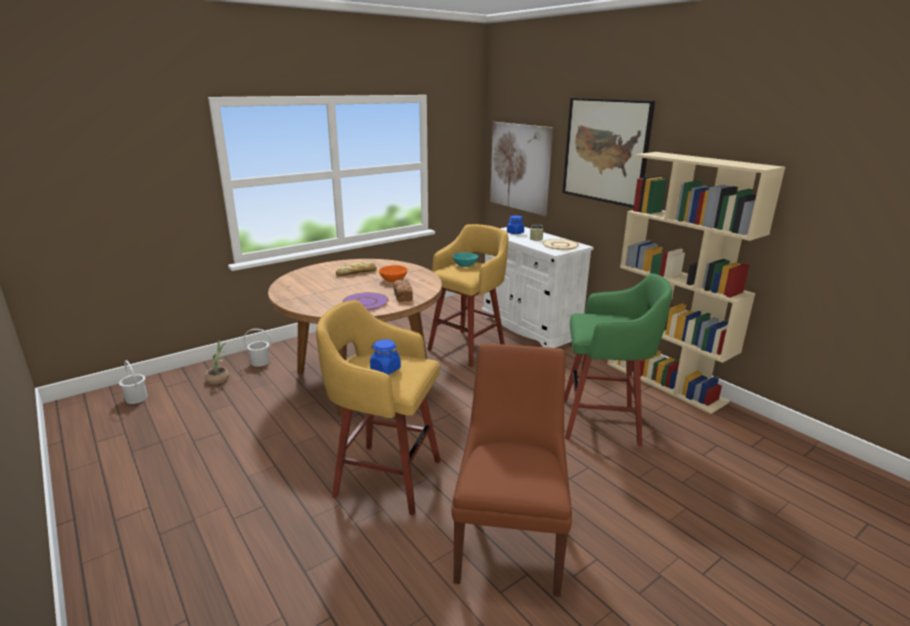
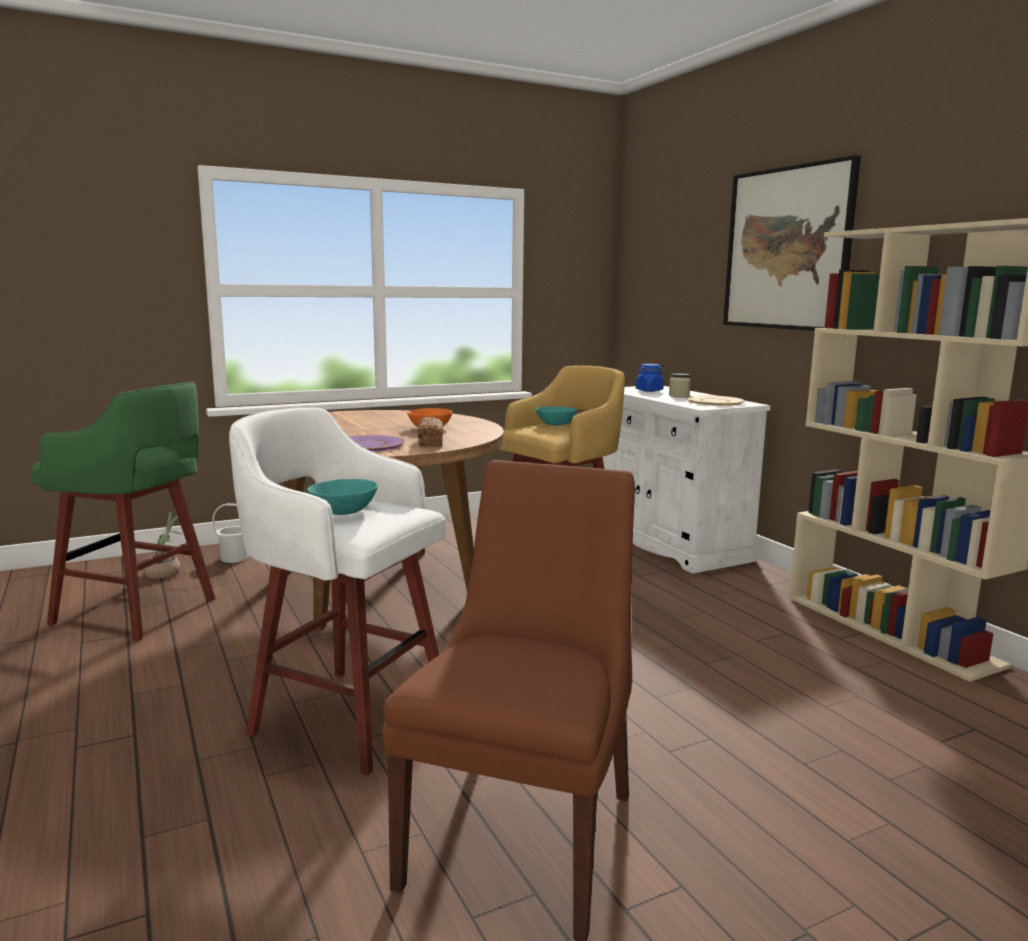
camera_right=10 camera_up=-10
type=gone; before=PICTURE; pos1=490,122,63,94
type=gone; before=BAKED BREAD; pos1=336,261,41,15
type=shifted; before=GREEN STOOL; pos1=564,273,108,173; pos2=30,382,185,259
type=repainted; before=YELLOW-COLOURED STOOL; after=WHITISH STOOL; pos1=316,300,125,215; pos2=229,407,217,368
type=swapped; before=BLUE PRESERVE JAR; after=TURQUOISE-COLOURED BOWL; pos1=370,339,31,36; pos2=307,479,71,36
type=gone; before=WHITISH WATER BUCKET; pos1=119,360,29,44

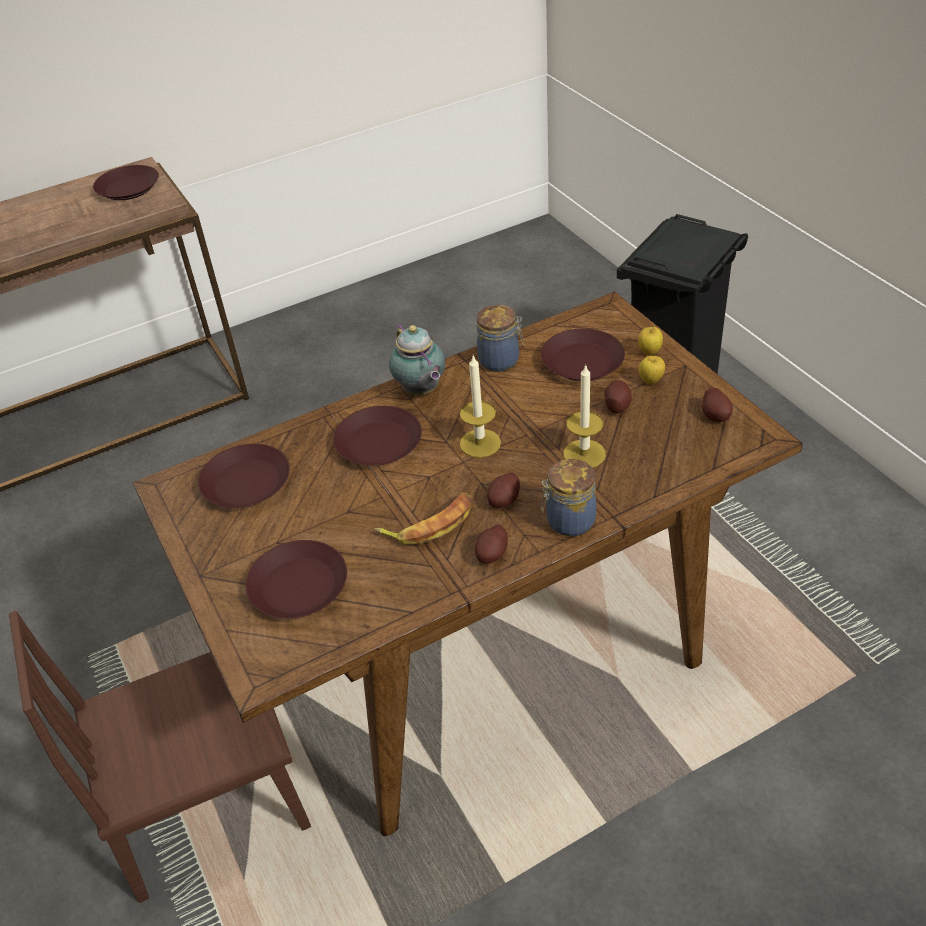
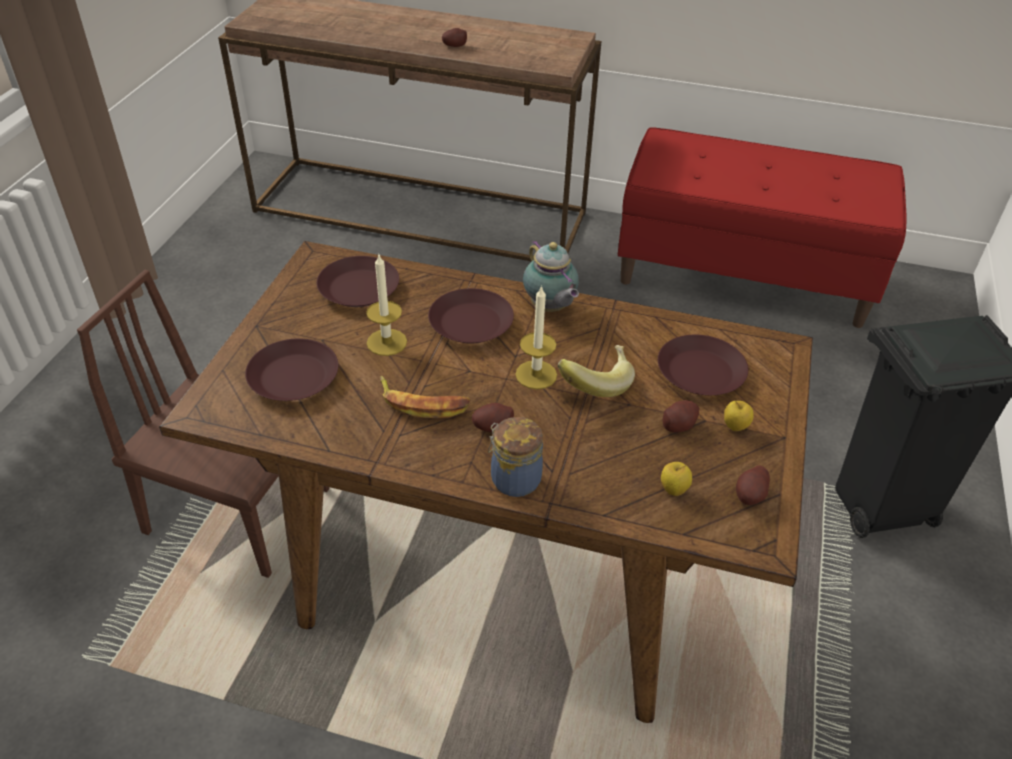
camera_right=40 camera_up=0
type=gone; before=BROWN PLATE; pos1=93,165,66,35
type=gone; before=PRESERVE JAR; pos1=477,305,47,67
type=rotated; before=TEAPOT; pos1=389,324,56,71; pos2=523,240,56,72; turn=-45
type=shifted; before=APPLE; pos1=638,325,25,31; pos2=661,462,31,34
type=shifted; before=WAX LIGHT; pos1=564,364,42,104; pos2=366,255,41,101
type=shifted; before=POTATO; pos1=475,525,33,39; pos2=442,28,25,19
type=new; after=REDDISH BENCH; pos2=618,127,289,201
type=new; after=BANANA; pos2=558,345,77,52

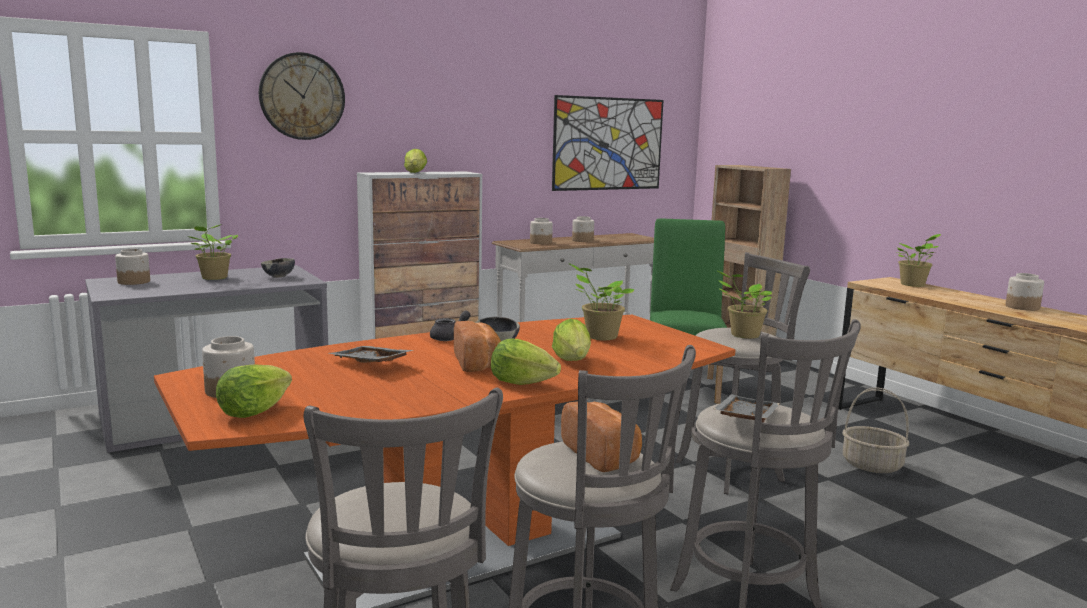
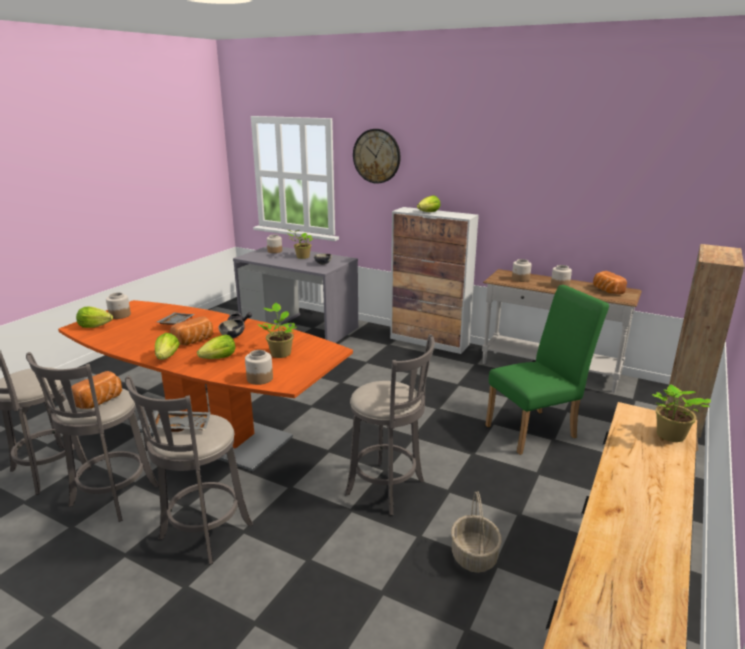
camera_right=60 camera_up=10
type=gone; before=PICTURE; pos1=552,95,111,96
type=gone; before=PLANT IN A POT; pos1=716,270,56,69
type=shifted; before=PRESERVE JAR; pos1=1005,273,39,38; pos2=245,350,28,35
type=new; after=BAKED BREAD; pos2=593,271,34,23

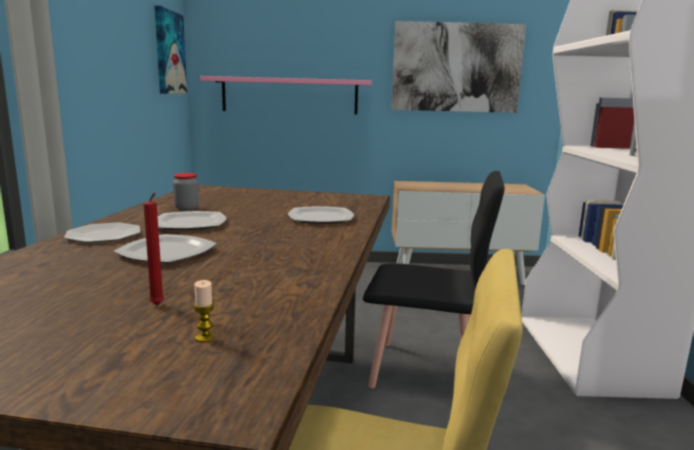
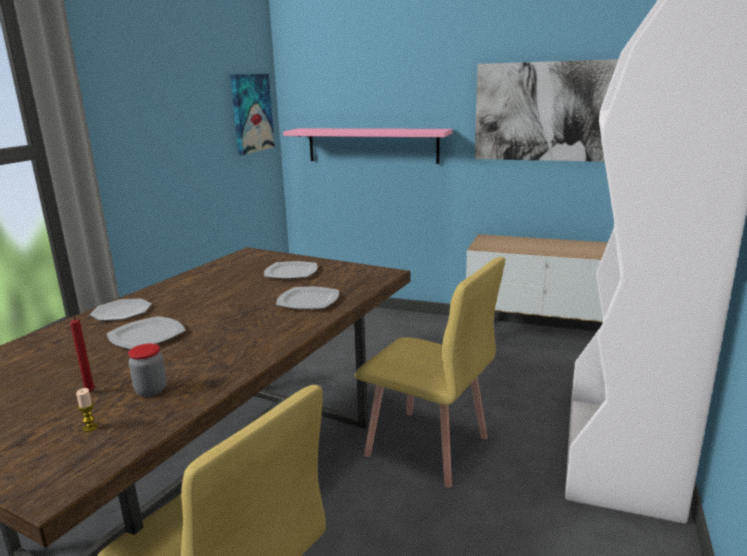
camera_right=20 camera_up=5
type=repainted; before=BLACK-COLOURED PLAIN CHAIR; after=YELLOW-COLOURED PLAIN CHAIR; pos1=363,171,142,217; pos2=354,257,151,231
type=shifted; before=PRESERVE JAR; pos1=173,173,26,37; pos2=128,344,39,53
type=shifted; before=PLATE; pos1=158,211,68,19; pos2=264,261,54,18

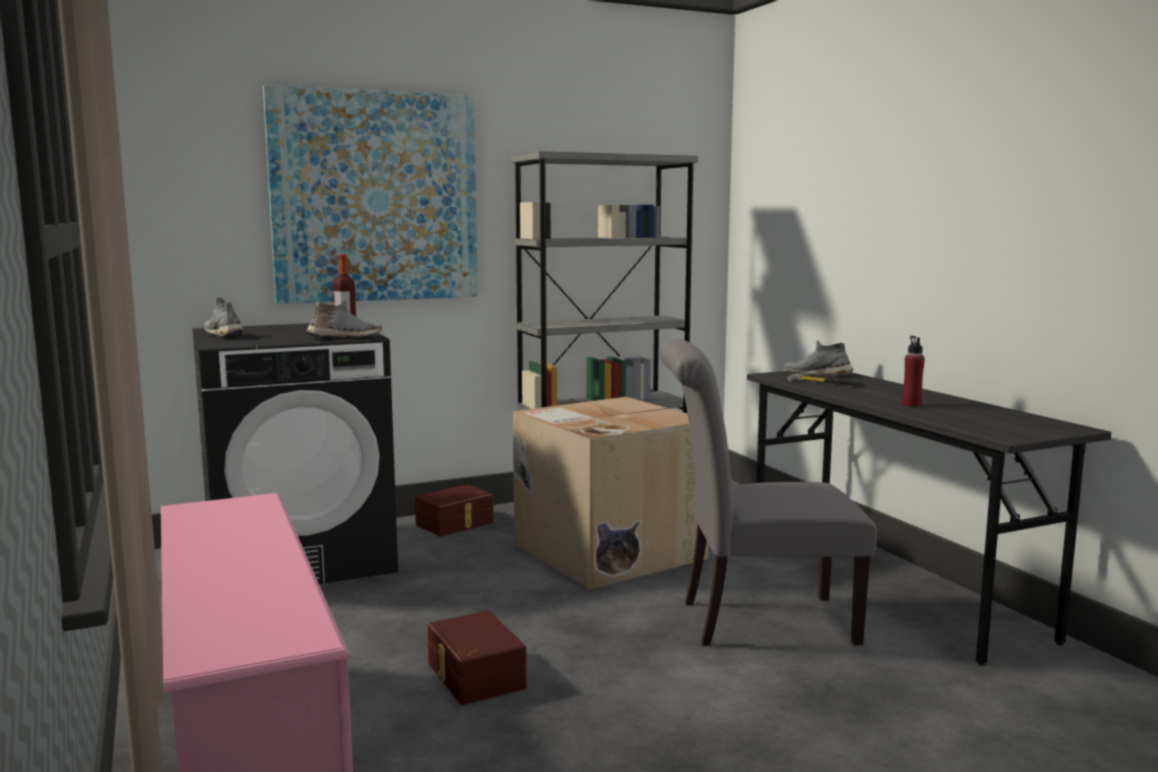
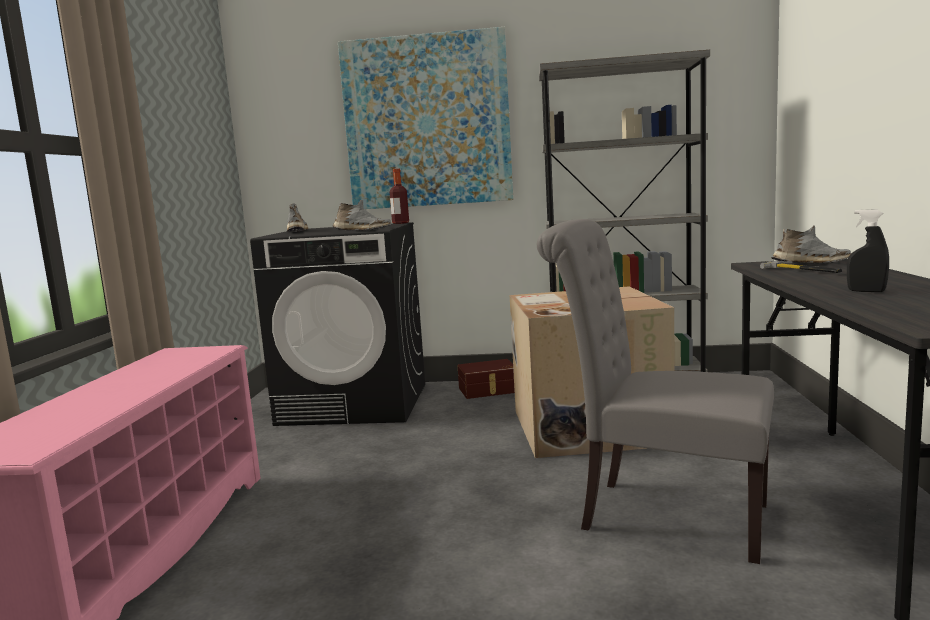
camera_right=30 camera_up=0
type=swapped; before=REDDISH BOTTLE; after=BLACK-COLOURED SPRAY BOTTLE; pos1=902,336,23,71; pos2=847,210,42,82
type=rotated; before=GREYISH SHOE; pos1=784,340,69,35; pos2=772,225,79,39; turn=150
type=gone; before=BROWN STORAGE CONTAINER; pos1=427,610,100,95

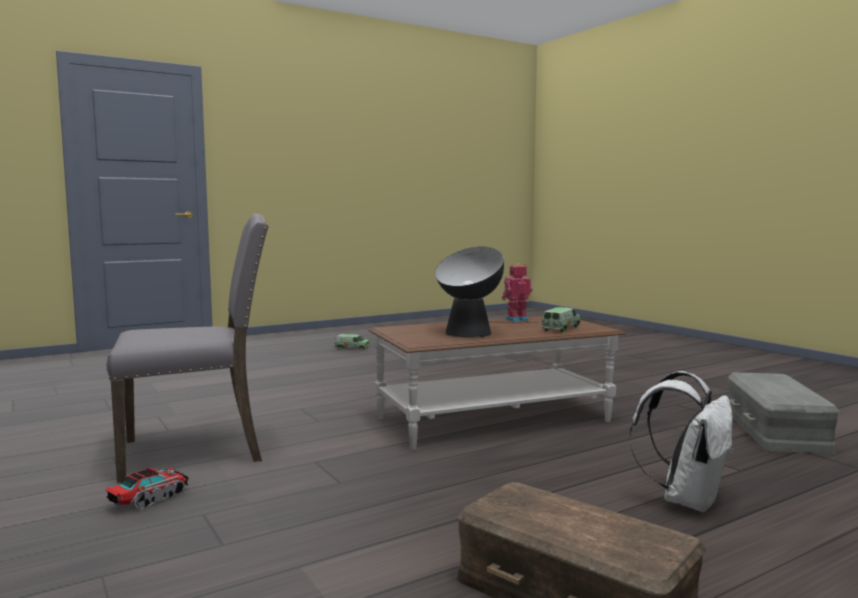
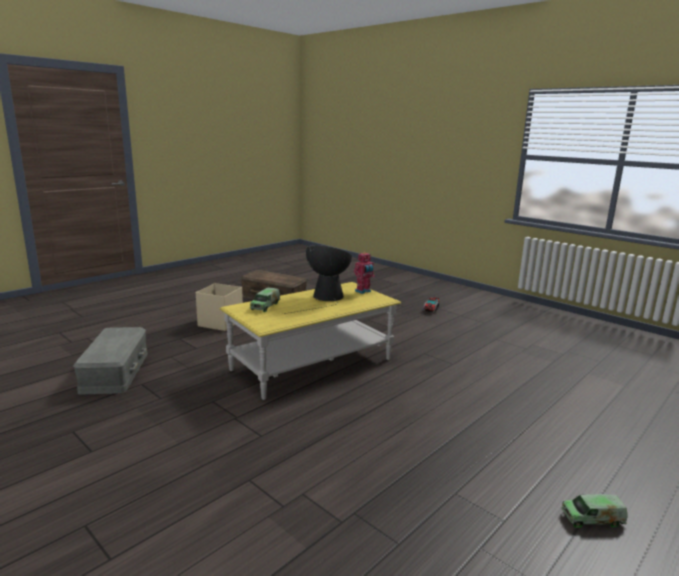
camera_right=165 camera_up=10
type=gone; before=GREYISH PLAIN CHAIR; pos1=107,213,162,270
type=shifted; before=MODEL ROBOT; pos1=502,263,30,59; pos2=354,252,21,42
type=repainted; before=BROWN LOW TABLE; after=YELLOW-COLOURED LOW TABLE; pos1=368,316,257,134; pos2=220,282,181,118
type=swapped; before=WHITISH KNAPSACK; after=SAND-COLOURED STORAGE CONTAINER; pos1=629,371,104,141; pos2=196,283,47,48

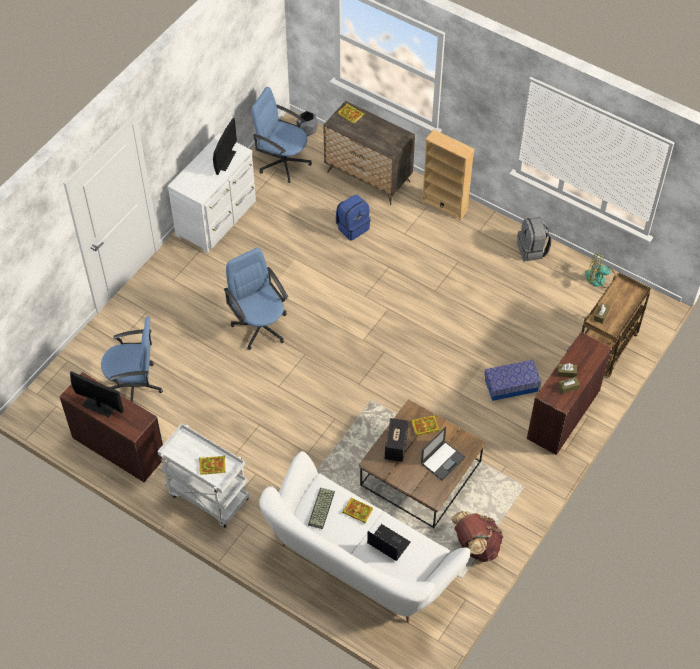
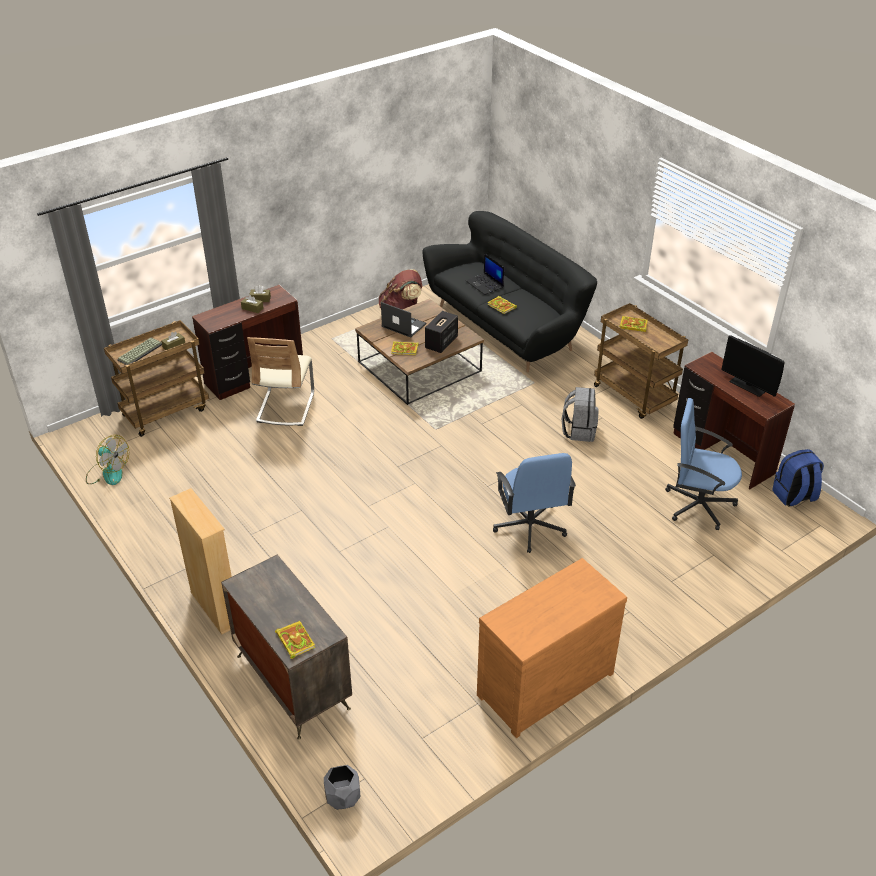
camera_right=-160 camera_up=-15
type=gone; before=BLUE OFFICE CHAIR; pos1=252,87,60,96
type=gone; before=MONITOR; pos1=213,118,24,57
type=repainted; before=WHITISH CHEST OF DRAWERS; after=BROWN CHEST OF DRAWERS; pos1=167,133,89,120; pos2=477,558,150,180
type=shifted; before=BLUE KNAPSACK; pos1=336,195,34,46; pos2=772,449,52,58
type=shifted; before=GREYISH KNAPSACK; pos1=517,217,34,44; pos2=562,387,37,55
type=swapped; before=STORAGE CONTAINER; after=SAND-COLOURED PLAIN CHAIR; pos1=484,360,57,41; pos2=247,337,67,89
type=repainted; before=WHITISH TROLLEY; after=BROWN TROLLEY; pos1=157,423,92,105; pos2=594,303,94,116
type=rotated; before=NOTEBOOK COMPUTER; pos1=421,427,44,53; pos2=381,302,46,36; turn=60
type=repainted; before=WHITISH COUCH; after=BLACK-COLOURED COUCH; pos1=259,451,212,172; pos2=423,211,174,161
type=shifted; before=COMPUTER KEYBOARD; pos1=308,488,27,41; pos2=117,337,45,28

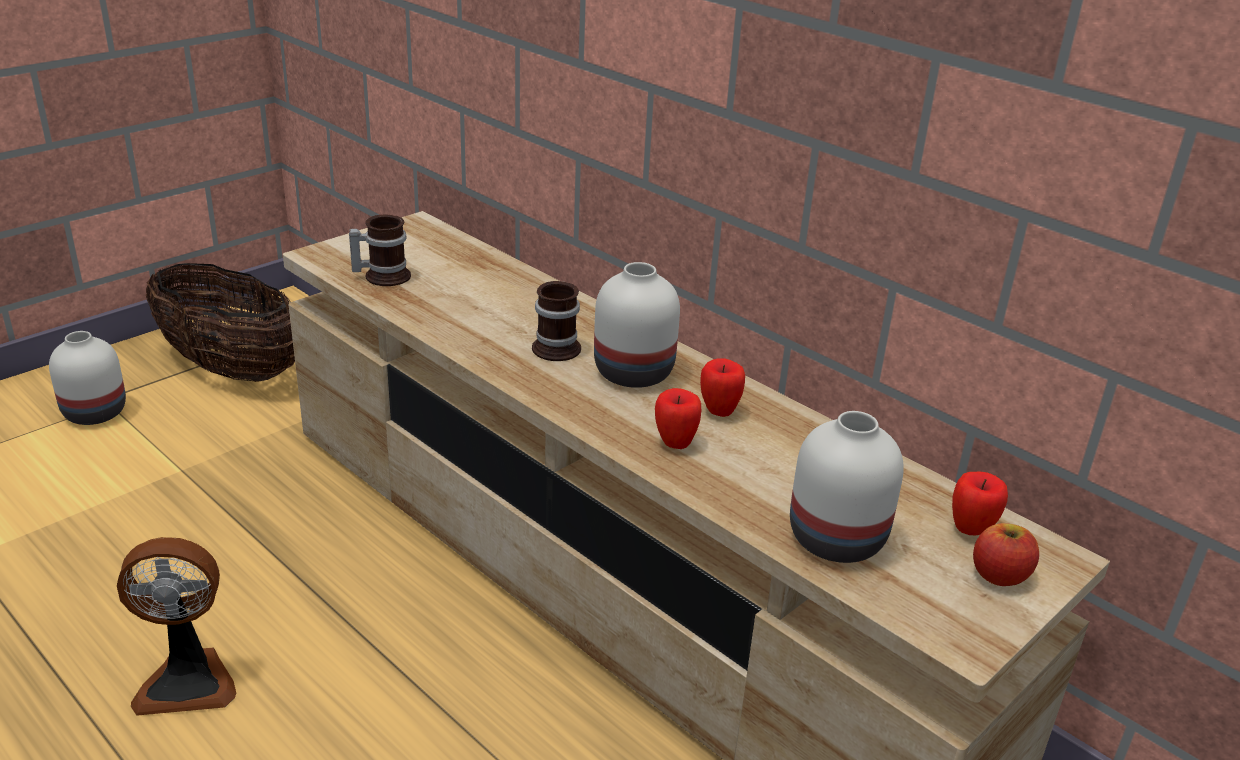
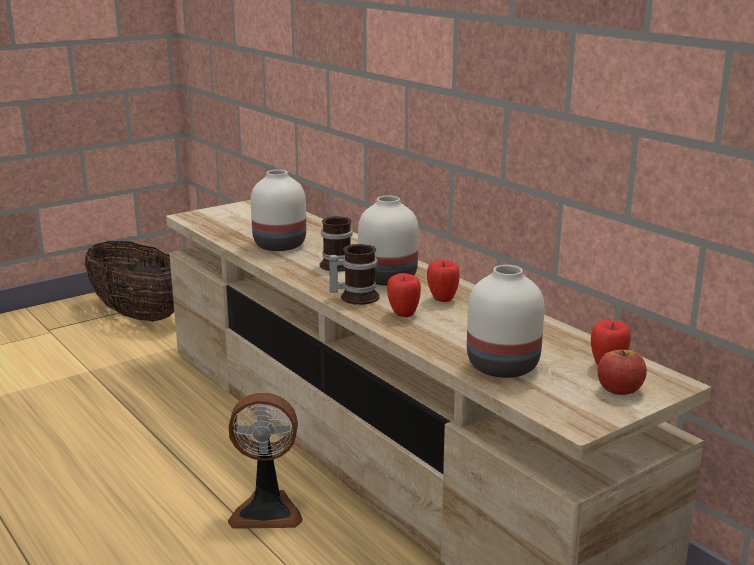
camera_right=10 camera_up=-10
type=shifted; before=TEA MUG; pos1=349,214,62,72; pos2=329,244,51,61
type=shifted; before=WHITISH VASE; pos1=49,331,77,94; pos2=251,170,55,81
type=shifted; before=COOLING FAN; pos1=117,537,119,179; pos2=228,392,75,137

